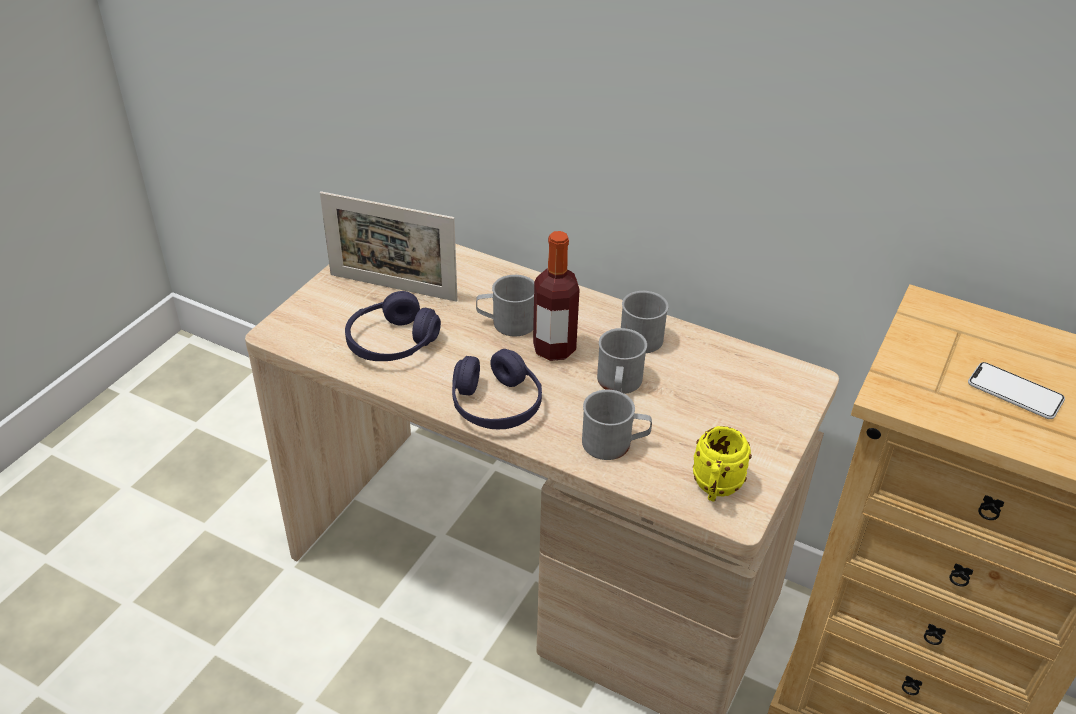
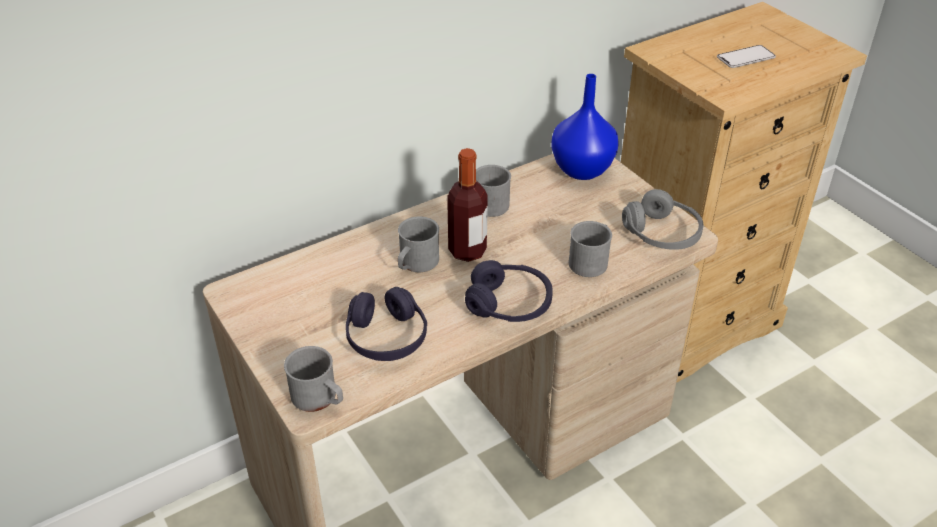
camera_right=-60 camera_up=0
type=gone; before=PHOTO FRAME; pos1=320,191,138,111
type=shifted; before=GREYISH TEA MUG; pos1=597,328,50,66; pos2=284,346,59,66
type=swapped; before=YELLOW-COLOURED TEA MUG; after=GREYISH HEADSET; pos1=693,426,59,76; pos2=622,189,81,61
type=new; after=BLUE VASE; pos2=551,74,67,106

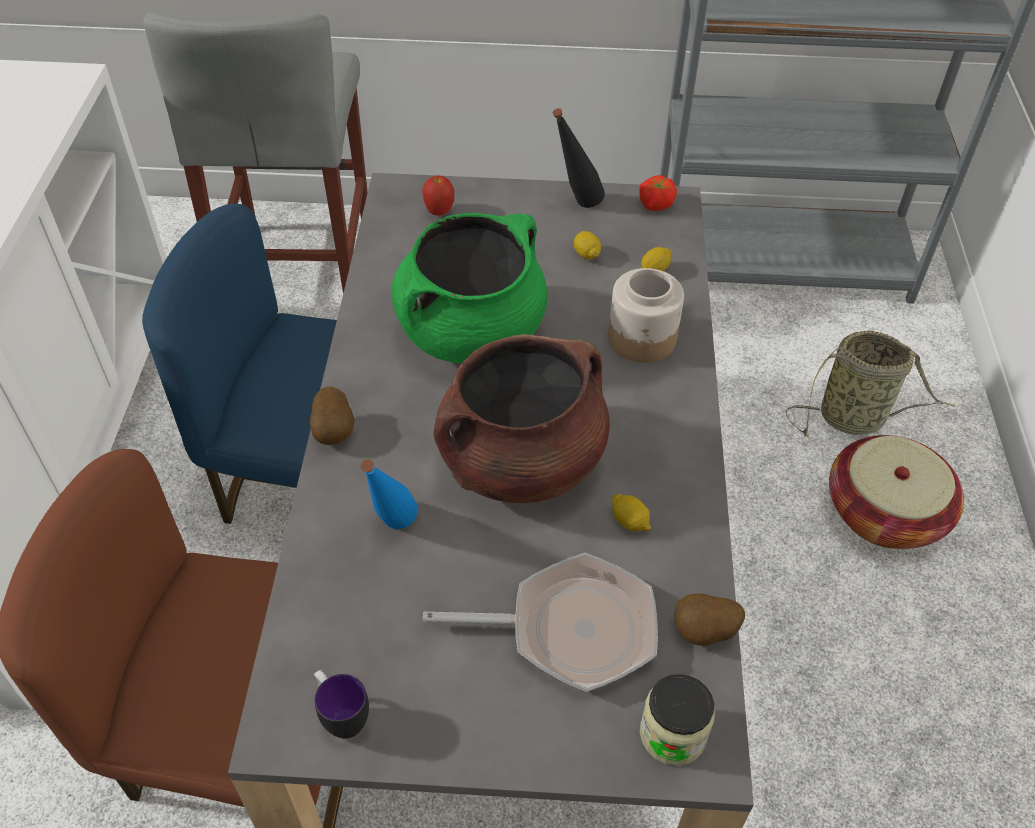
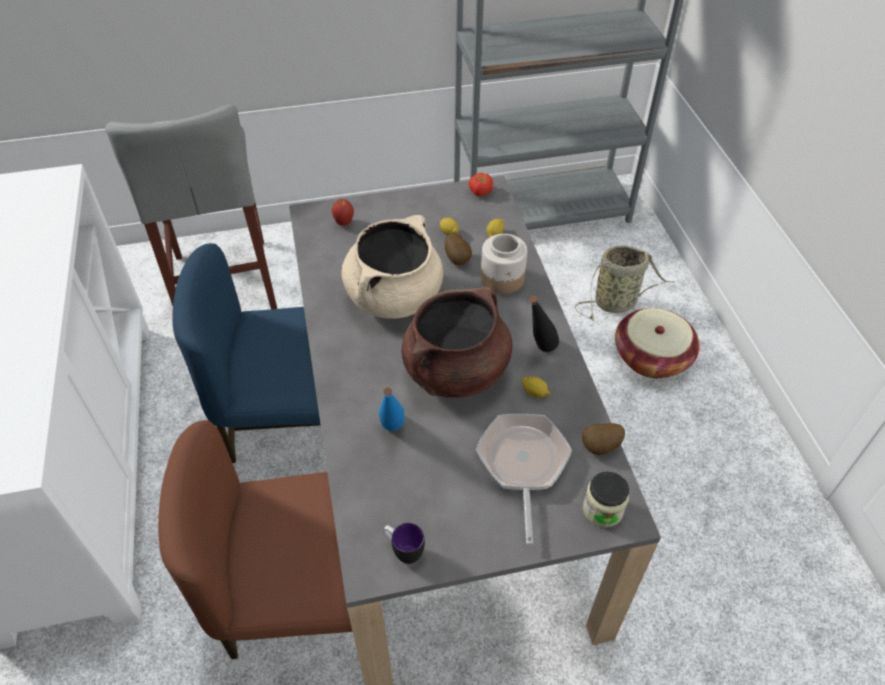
camera_right=-15 camera_up=0
type=shifted; before=BLACK-COLOURED BOTTLE; pos1=553,108,52,100; pos2=529,296,30,56
type=repainted; before=GREEN SAUCEPOT; after=SAND-COLOURED SAUCEPOT; pos1=391,213,157,150; pos2=341,215,102,104
type=shifted; before=POTATO; pos1=310,387,44,58; pos2=444,233,28,32
type=rotated; before=SKILLET; pos1=423,553,235,139; pos2=476,414,96,131; turn=-75

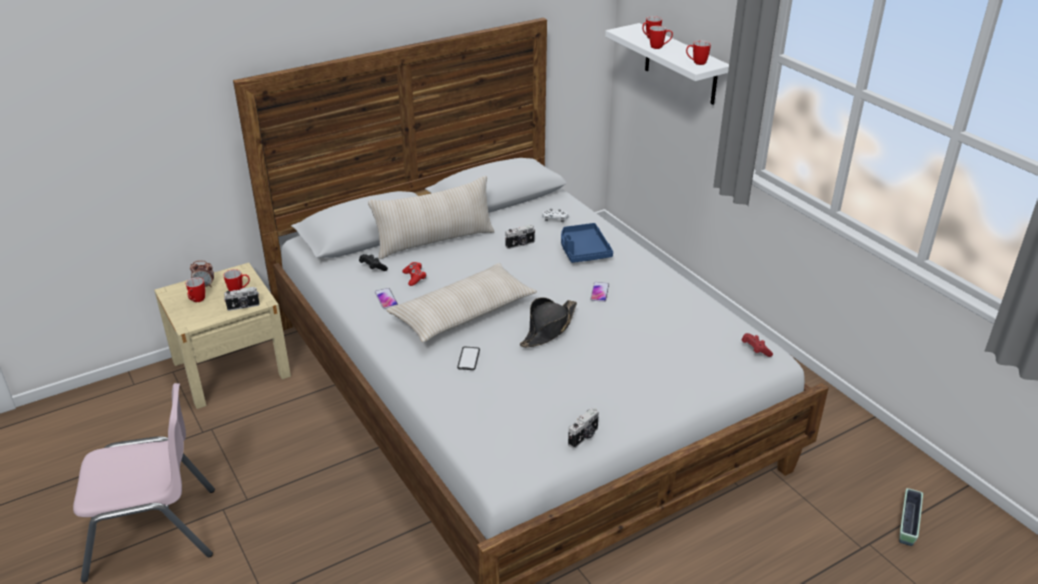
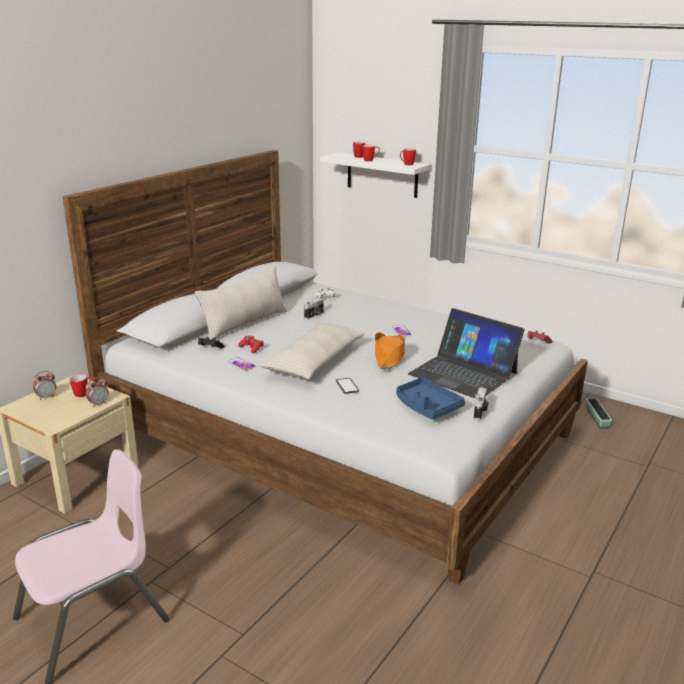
camera_right=-25 camera_up=-10
type=shifted; before=BLUE CARRYING TRAY; pos1=561,223,52,40; pos2=396,377,69,43
type=gone; before=TEA MUG; pos1=186,277,19,25
type=swapped; before=STILL CAMERA; after=BEDSIDE CLOCK; pos1=224,287,36,24; pos2=85,377,24,30
type=repainted; before=BLACK-COLOURED HAT; after=ORANGE-COLOURED HAT; pos1=520,297,57,51; pos2=375,332,30,38
type=shifted; before=FLOWER POT; pos1=899,488,24,58; pos2=586,398,26,31
type=new; after=NOTEBOOK COMPUTER; pos2=408,308,116,91

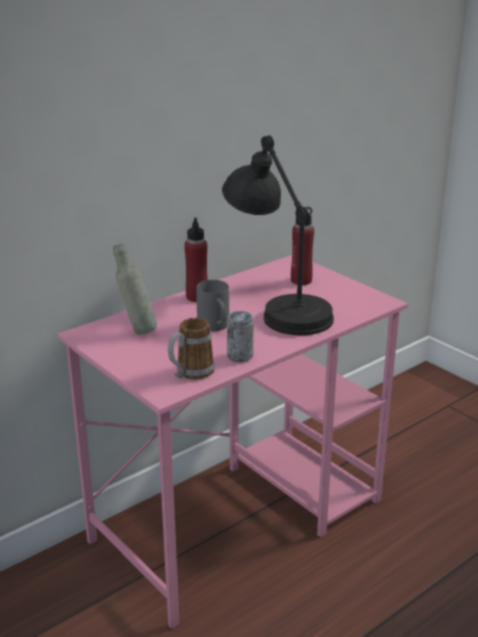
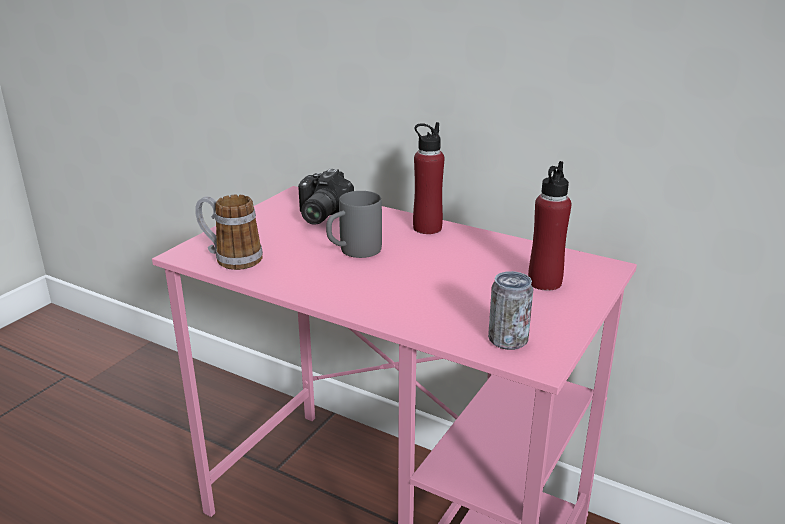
camera_right=70 camera_up=0
type=gone; before=BLACK-COLOURED TABLETOP LAMP; pos1=222,135,112,201
type=swapped; before=GREYISH BOTTLE; after=STILL CAMERA; pos1=113,244,44,91; pos2=298,169,56,56
type=shifted; before=METAL CAN; pos1=227,311,27,52; pos2=488,271,45,79

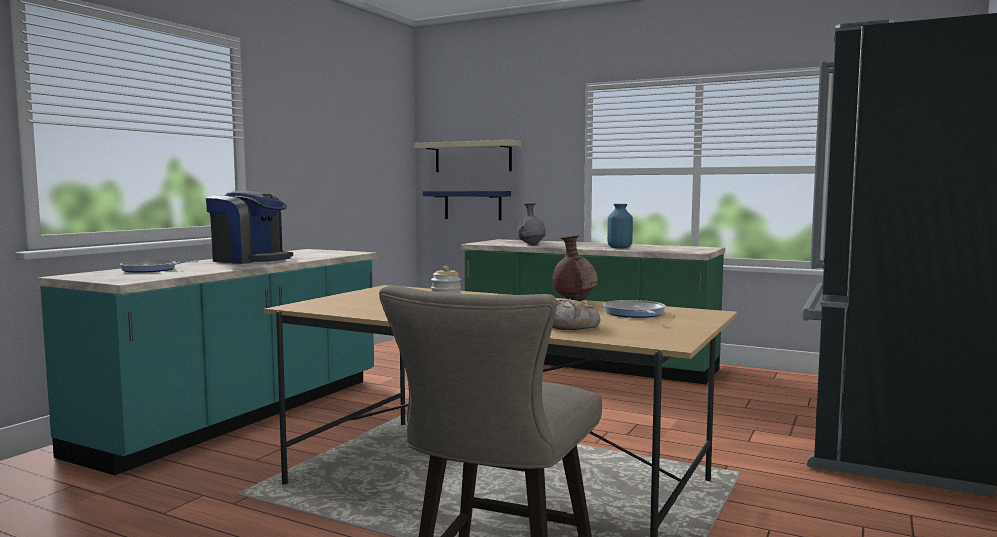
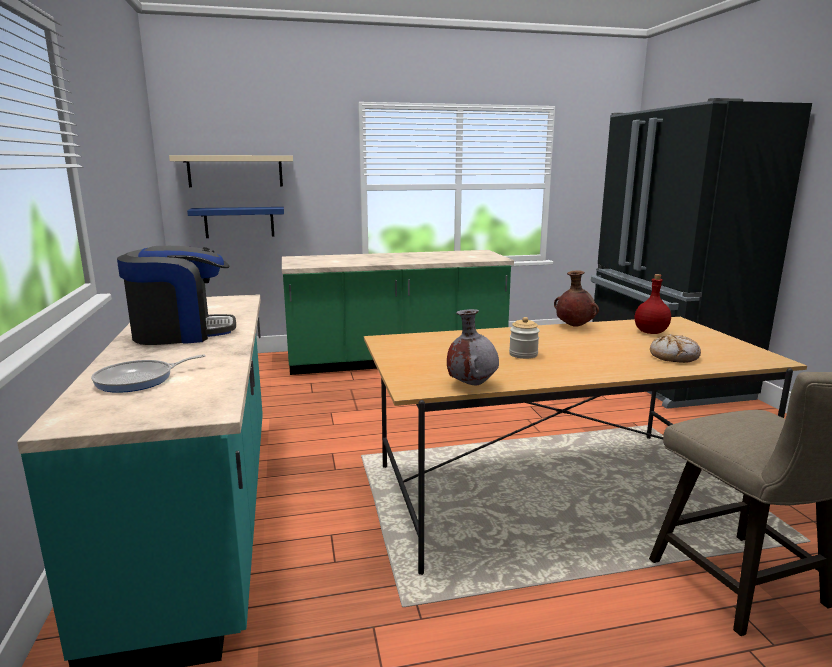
camera_right=-40 camera_up=10
type=shifted; before=GREYISH VASE; pos1=517,203,29,43; pos2=447,309,52,76
type=gone; before=BLUE VASE; pos1=607,204,26,45
type=swapped; before=SKILLET; after=REDDISH BOTTLE; pos1=603,300,63,18; pos2=635,274,36,60

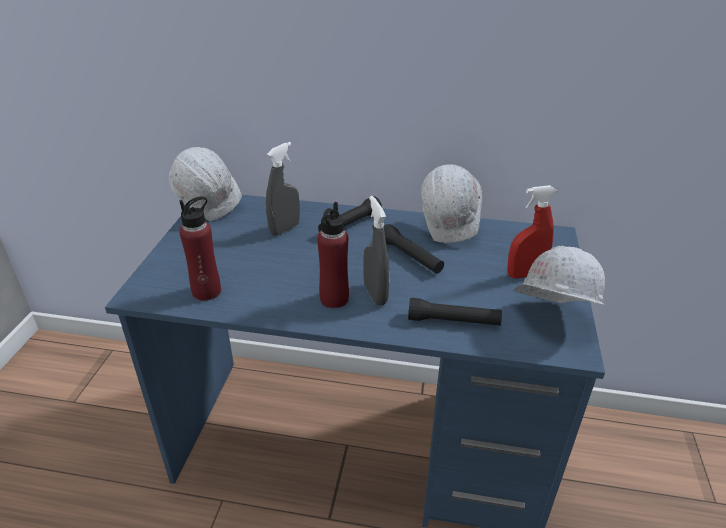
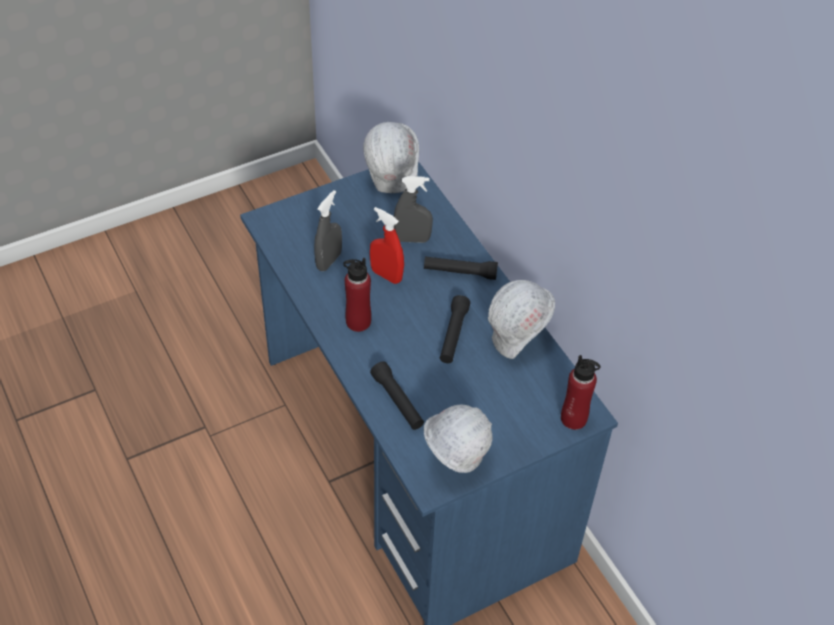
camera_right=50 camera_up=15
type=shifted; before=REDDISH SPRAY BOTTLE; pos1=507,185,50,94; pos2=370,207,34,77
type=shifted; before=REDDISH BOTTLE; pos1=179,196,42,105; pos2=561,355,39,75
type=shifted; before=GREYISH SPRAY BOTTLE; pos1=364,196,26,110; pos2=314,190,28,81

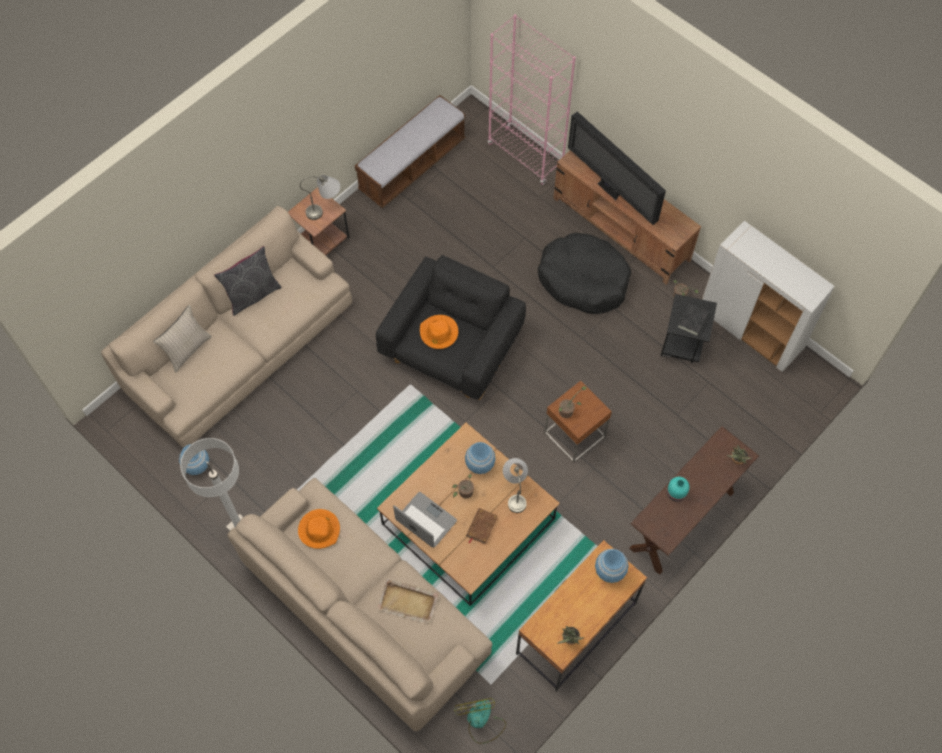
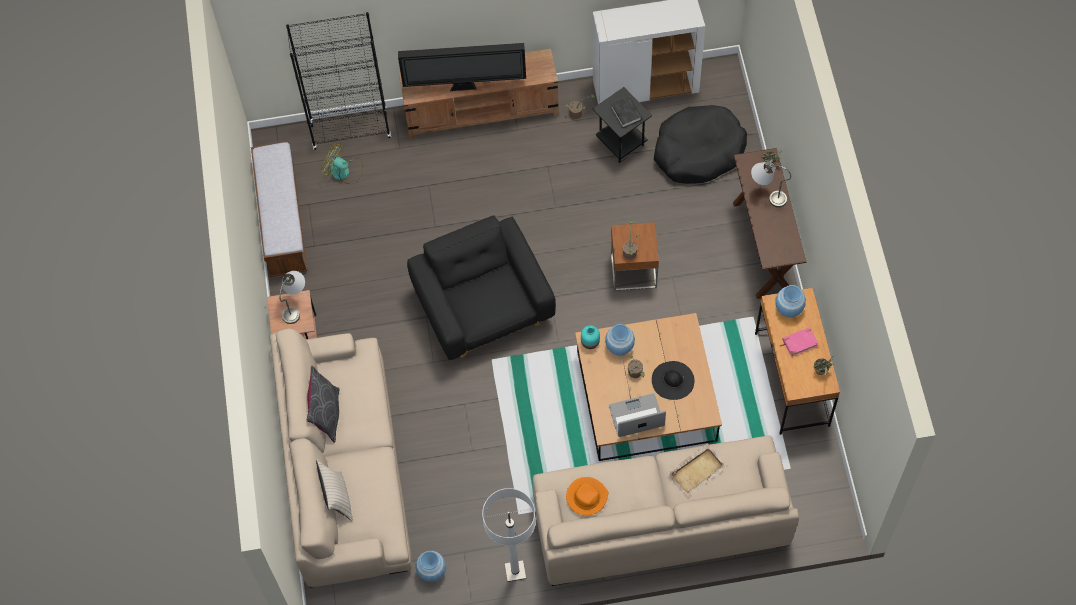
camera_right=-50 camera_up=0
type=repainted; before=PINK SHELVING UNIT; after=BLACK-COLOURED SHELVING UNIT; pos1=488,14,88,171; pos2=286,12,105,138
type=shifted; before=BLACK-COLOURED PET BED; pos1=538,233,93,81; pos2=654,105,93,79
type=gone; before=ORANGE-COLOURED HAT; pos1=420,315,38,34
type=shifted; before=GREYISH TABLETOP LAMP; pos1=503,458,25,55; pos2=751,162,40,46
type=shifted; before=TURQUOISE-COLOURED VASE; pos1=667,477,23,25; pos2=581,325,19,24
type=swapped; before=BROWN VOLUME; after=BLACK-COLOURED HAT; pos1=466,508,31,36; pos2=652,361,43,39
type=shifted; before=COOLING FAN; pos1=454,698,52,46; pos2=321,143,43,41
type=new; after=PINK VOLUME; pos2=779,327,40,30

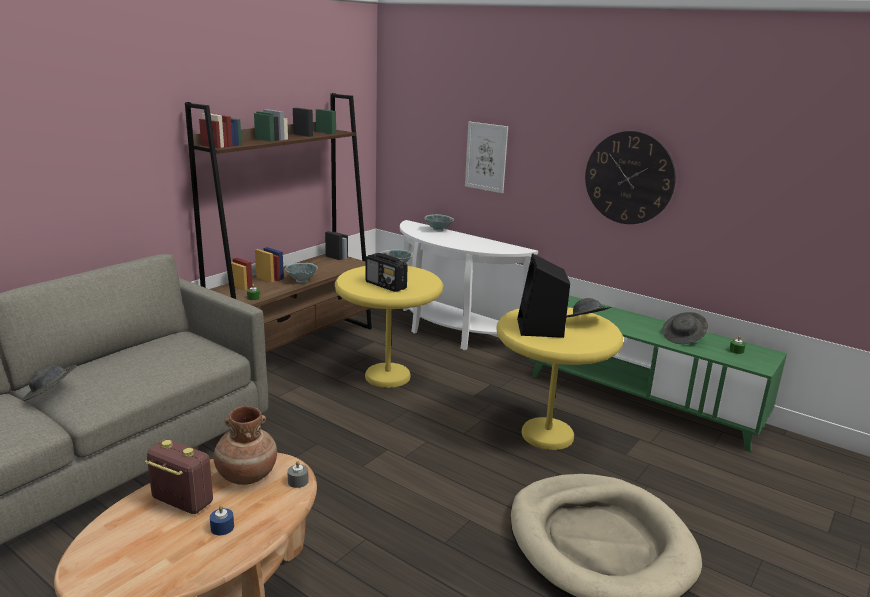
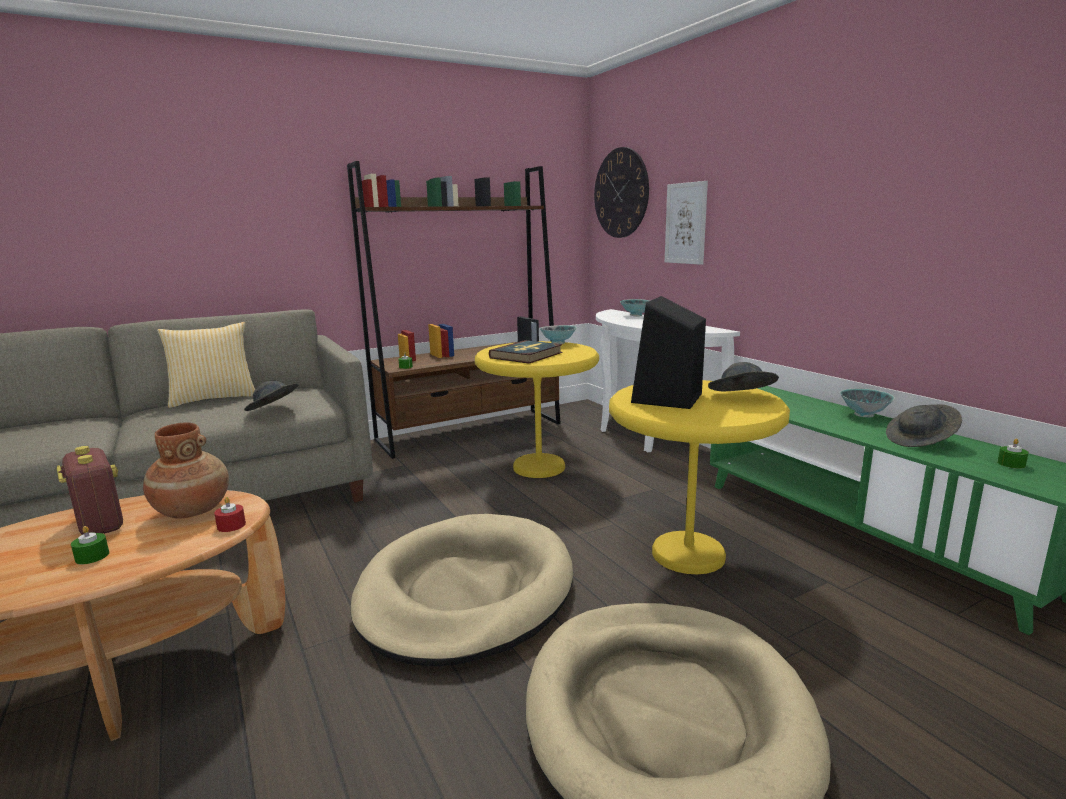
camera_right=25 camera_up=-5
type=shifted; before=HANGING CLOCK; pos1=585,131,91,93; pos2=594,147,55,91
type=swapped; before=RADIO SET; after=VOLUME; pos1=365,253,43,39; pos2=489,340,74,24
type=shifted; before=BOWL; pos1=285,263,33,20; pos2=840,389,55,28
type=shifted; before=GREYISH HAT; pos1=22,365,55,36; pos2=244,381,54,30
type=repainted; before=GREYISH WAX LIGHT; after=REDDISH WAX LIGHT; pos1=287,461,22,27; pos2=214,497,32,35
type=repainted; before=BLUE WAX LIGHT; after=GREEN WAX LIGHT; pos1=210,505,24,30; pos2=71,526,38,38
type=new; after=PILLOW; pos2=157,322,98,86
type=new; after=SAND-COLOURED PET BED; pos2=350,514,223,152

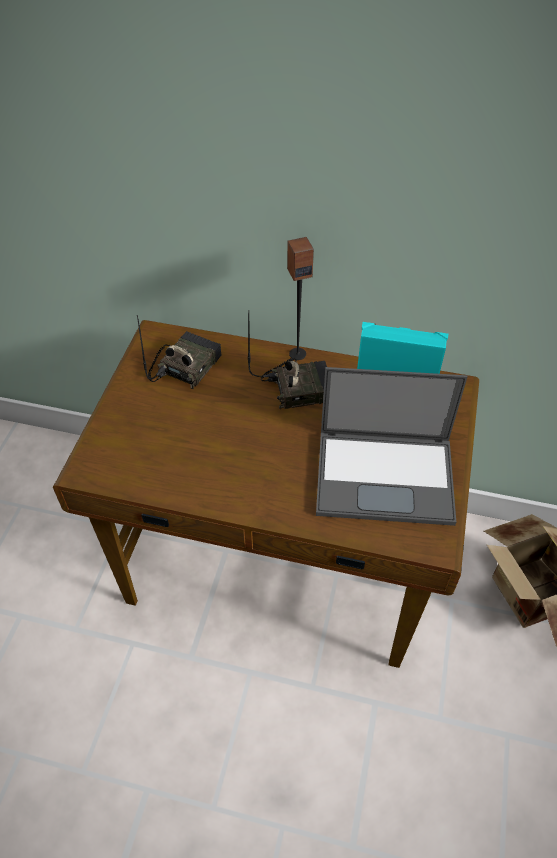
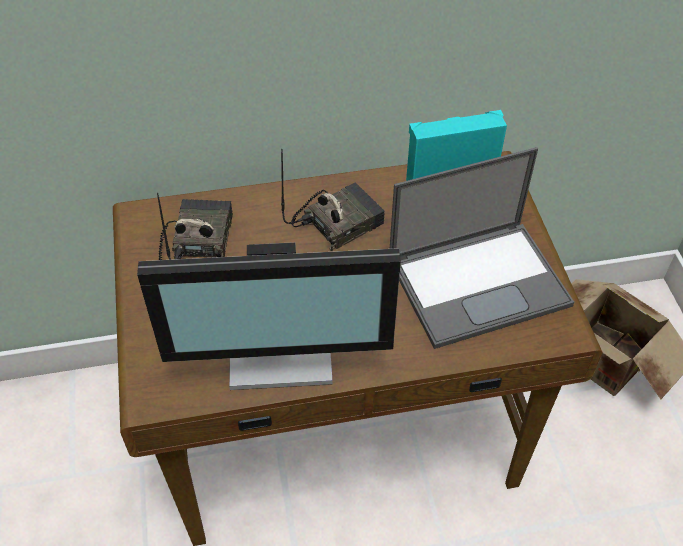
camera_right=-25 camera_up=0
type=gone; before=LOUDSPEAKER; pos1=287,237,27,123
type=new; after=MONITOR; pos2=137,242,264,148

